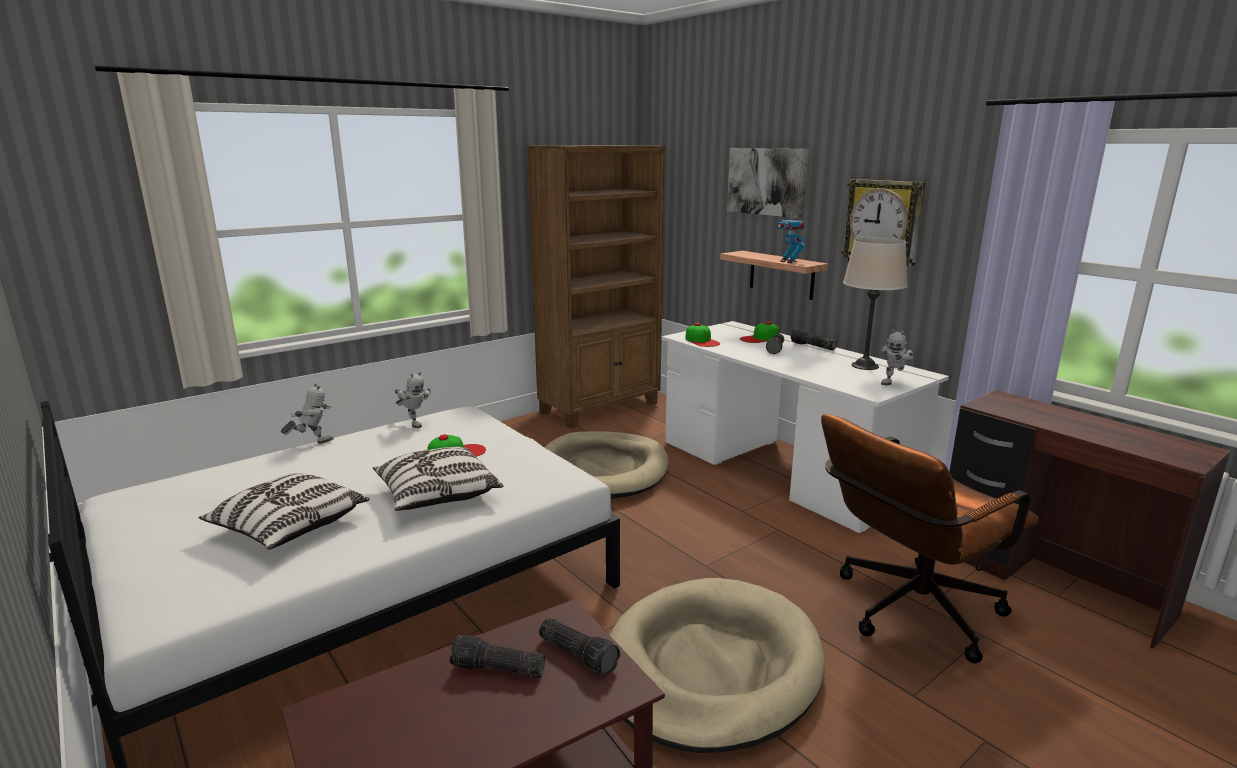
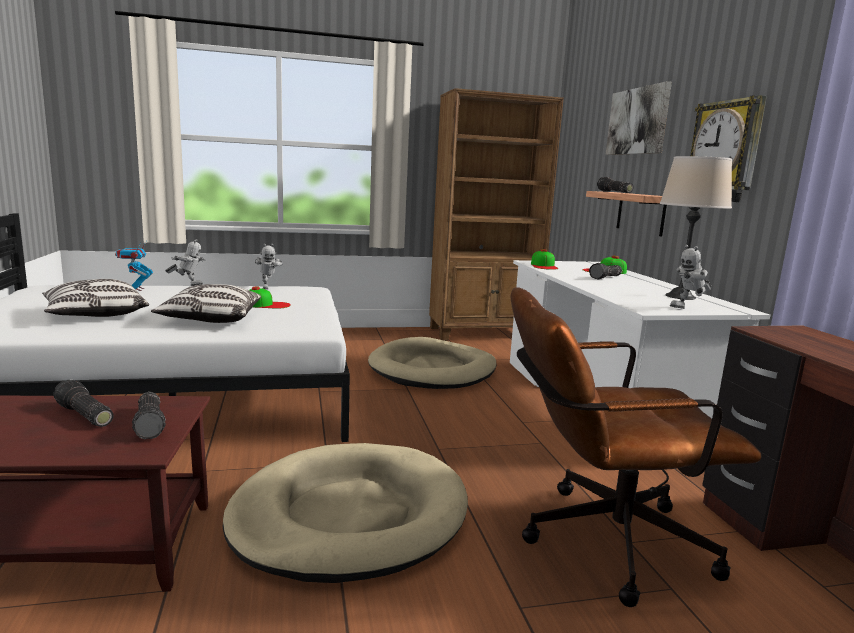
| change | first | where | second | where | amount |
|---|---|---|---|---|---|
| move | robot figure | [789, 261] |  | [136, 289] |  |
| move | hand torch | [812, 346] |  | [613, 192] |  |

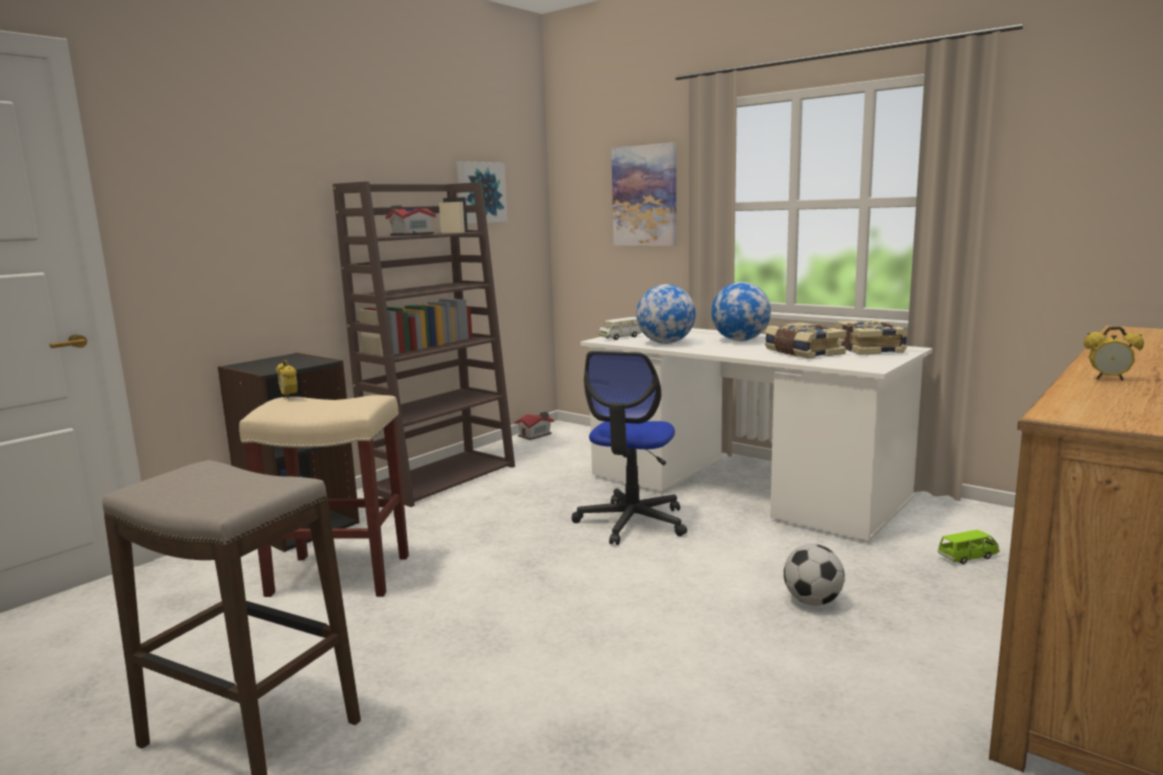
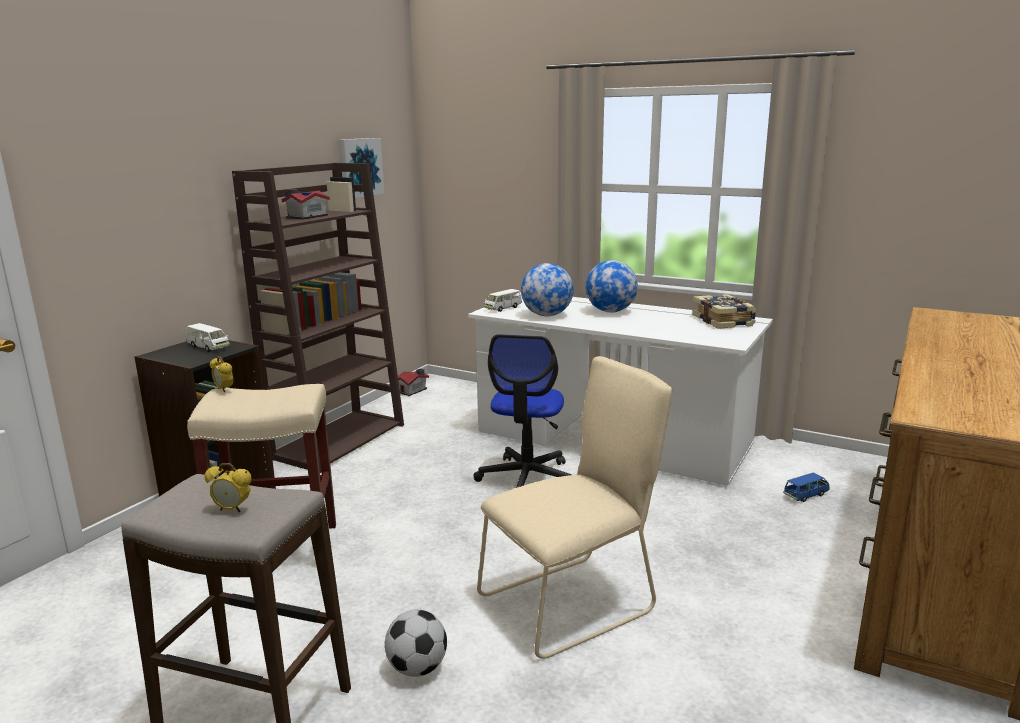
| change | first | where | second | where | amount |
|---|---|---|---|---|---|
| delete | wall art | [645, 196] |  |  |  |
| delete | book | [802, 353] |  |  |  |
| insert |  |  | miniature car in white-coloured | [208, 347] |  |
| insert |  |  | plain chair in beige | [573, 602] |  |
| move | ball for football | [812, 601] |  | [416, 668] |  |
| move | alarm clock | [1108, 379] |  | [232, 509] |  |
| recolor | miniature car in green | [967, 557] | miniature car in bluish | [806, 495] |  |

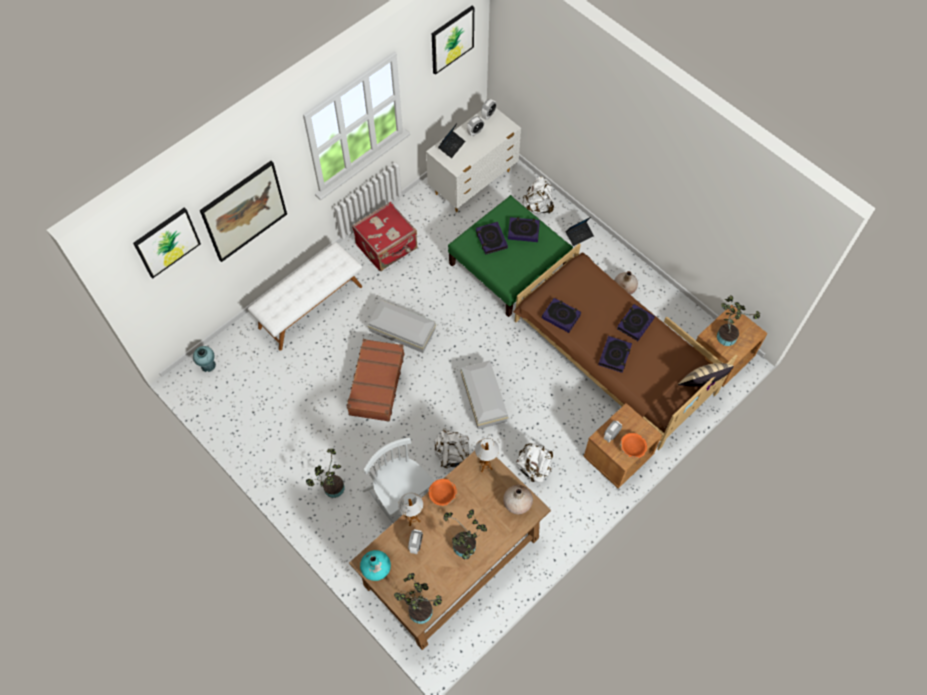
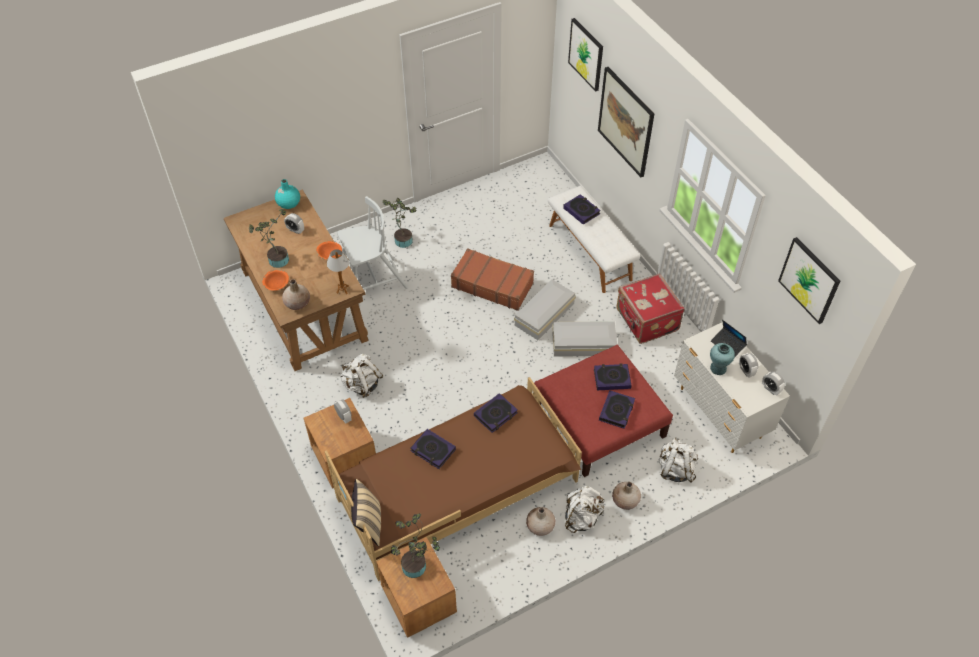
| change | first | where | second | where | amount |
|---|---|---|---|---|---|
| delete | houseplant | [419, 609] |  |  |  |
| delete | lamp for a table | [412, 519] |  |  |  |
| move | vase in turquoise | [208, 365] |  | [718, 368] |  |
| move | knapsack in white-coloured | [452, 454] |  | [582, 518] |  |
| move | storage bin in white-coloured | [484, 397] |  | [584, 344] |  |
| move | book | [635, 323] |  | [581, 211] |  |
| move | bowl in orange | [632, 448] |  | [276, 284] |  |
| replace | notebook computer | [579, 235] | vase in beige | [625, 501] |  |
| recolor | pouffe in green | [509, 266] | pouffe in red | [598, 420] |  |

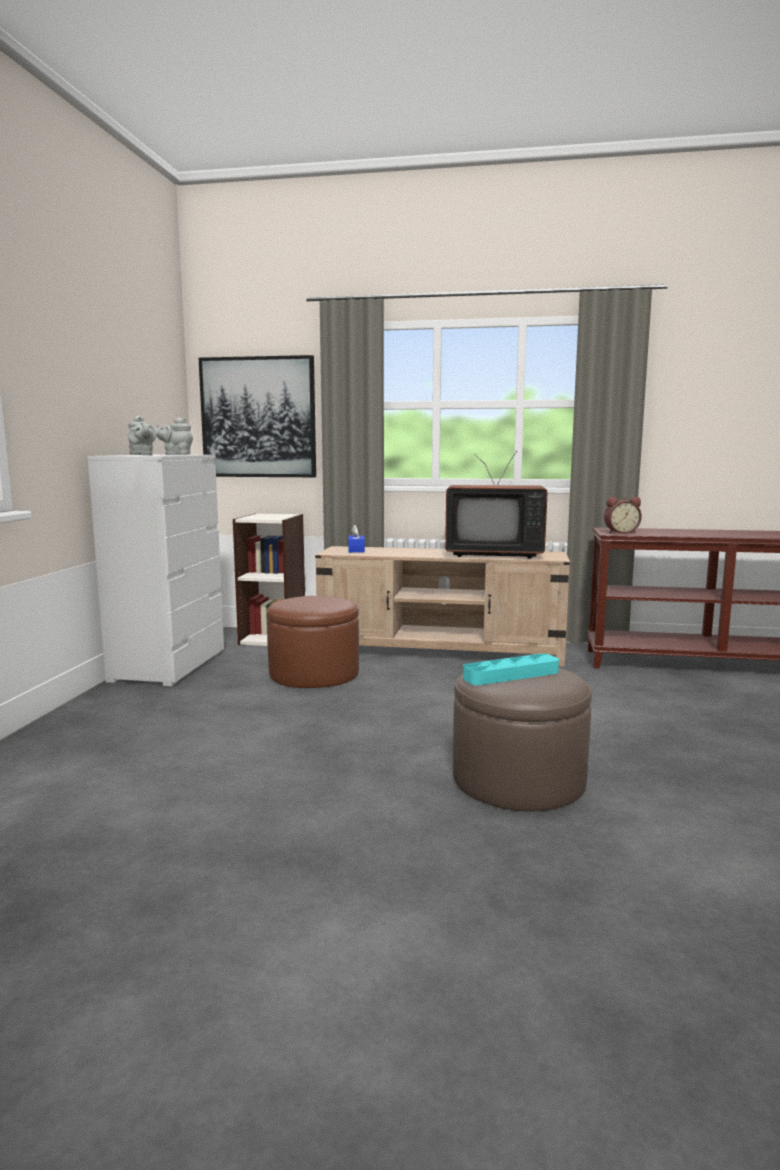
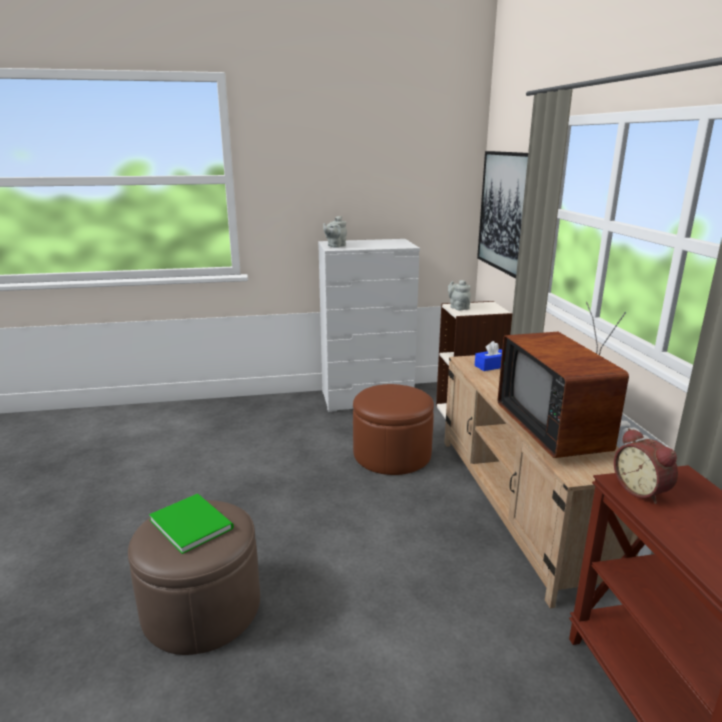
| change | first | where | second | where | amount |
|---|---|---|---|---|---|
| move | teapot in gray | [175, 454] |  | [458, 307] |  |
| replace | tray in turquoise | [511, 675] | book in green | [192, 522] |  |

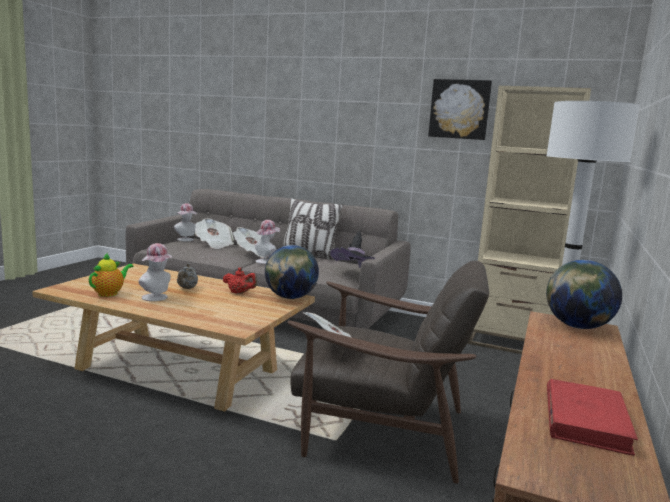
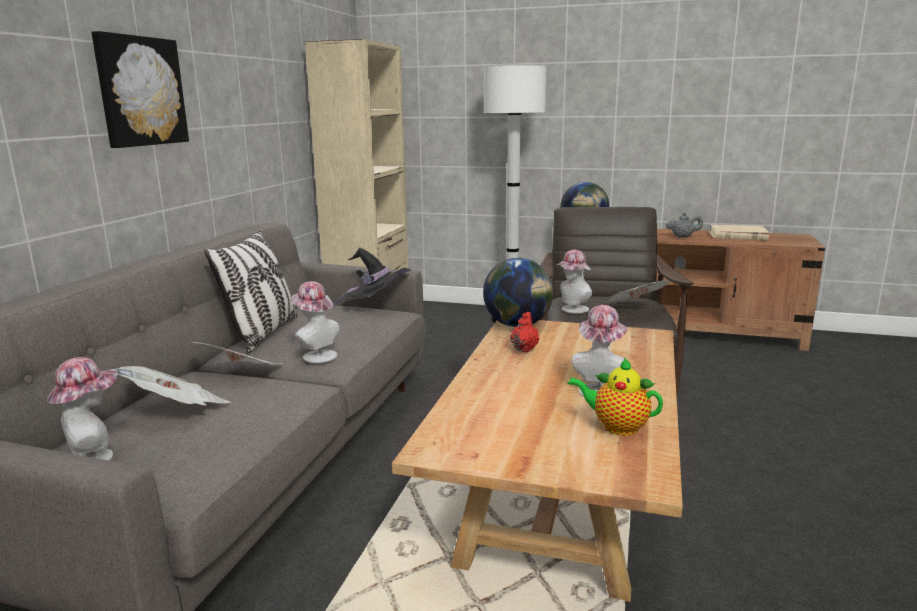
| change | first | where | second | where | amount |
|---|---|---|---|---|---|
| insert |  |  | wearable hat | [572, 310] |  |
| move | teapot in gray | [187, 288] |  | [683, 237] |  |
| move | wall art | [459, 109] |  | [139, 91] |  |
| recolor | book in red | [585, 420] | book in beige | [737, 236] |  |

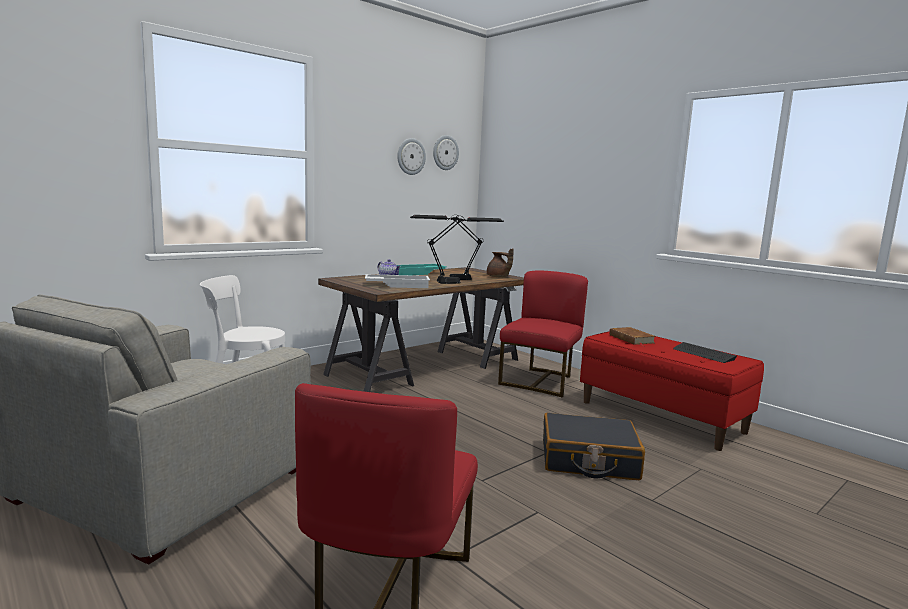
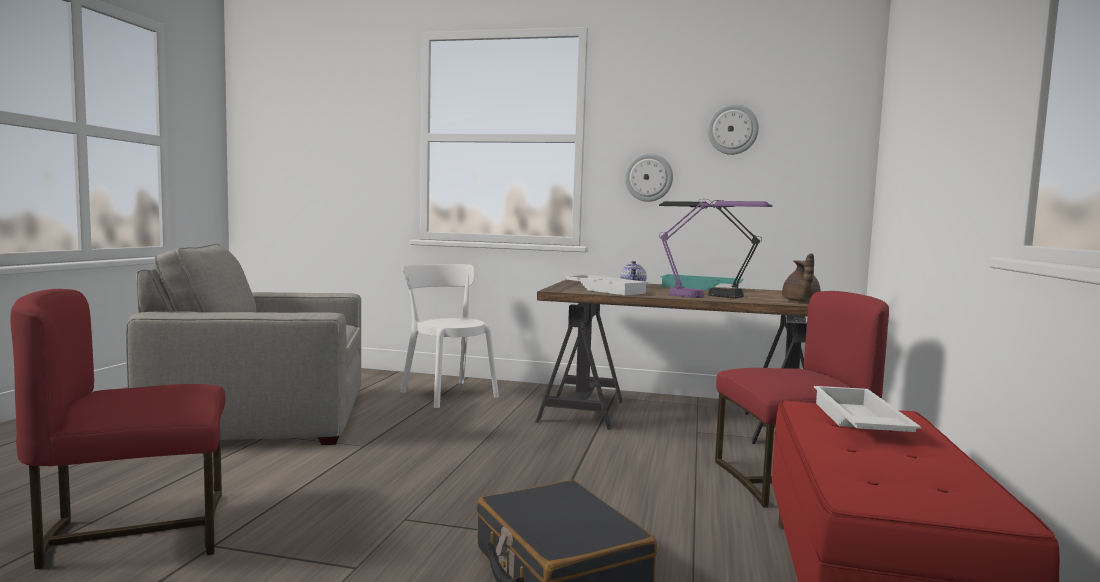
| change | first | where | second | where | amount |
|---|---|---|---|---|---|
| delete | keyboard | [703, 354] |  |  |  |
| move | wall clock | [445, 152] |  | [648, 177] |  |
| replace | book in brown-coloured | [631, 339] | tray in white-coloured | [857, 422] |  |
| recolor | lamp for a table in black-coloured | [463, 282] | lamp for a table in purple-coloured | [708, 298] |  |

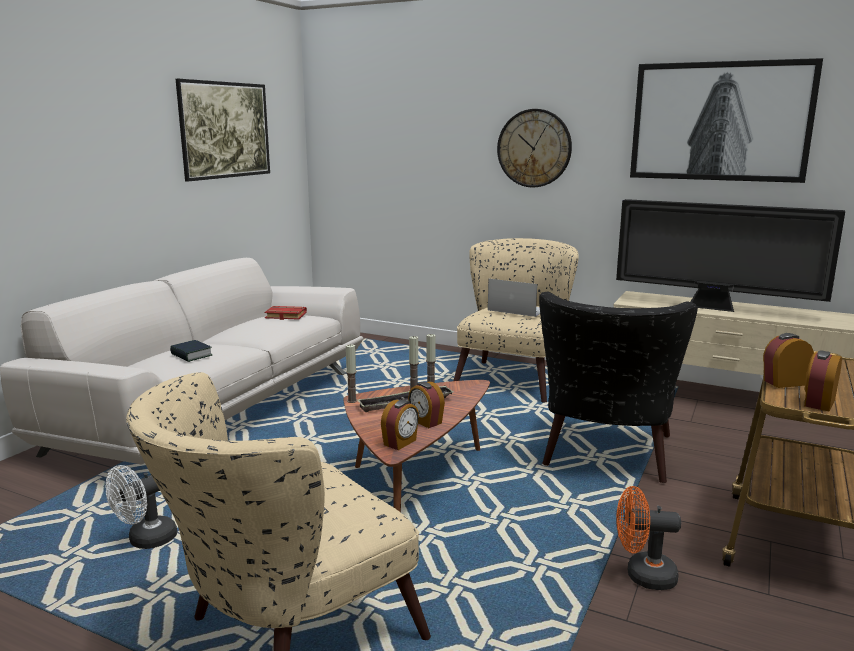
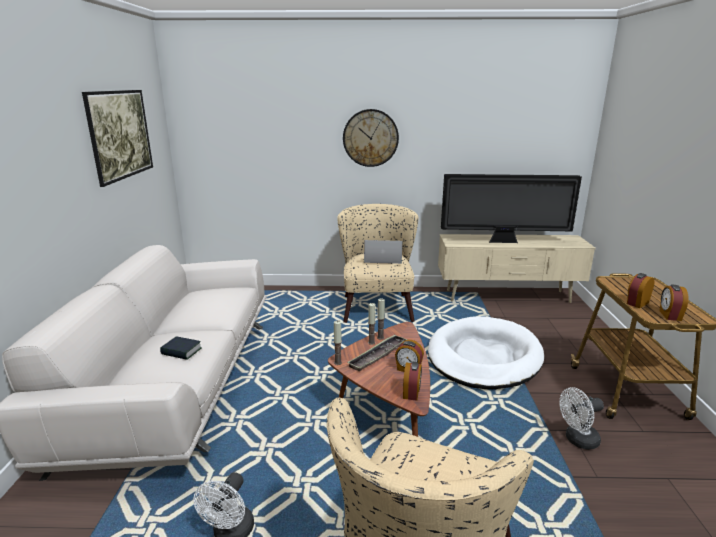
| change | first | where | second | where | amount |
|---|---|---|---|---|---|
| delete | book in red | [284, 316] |  |  |  |
| delete | wall art | [720, 121] |  |  |  |
| replace | easy chair in black-coloured | [604, 457] | dog bed in white-coloured | [483, 357] |  |
| recolor | fan in orange | [642, 575] | fan in white-coloured | [577, 440] |  |

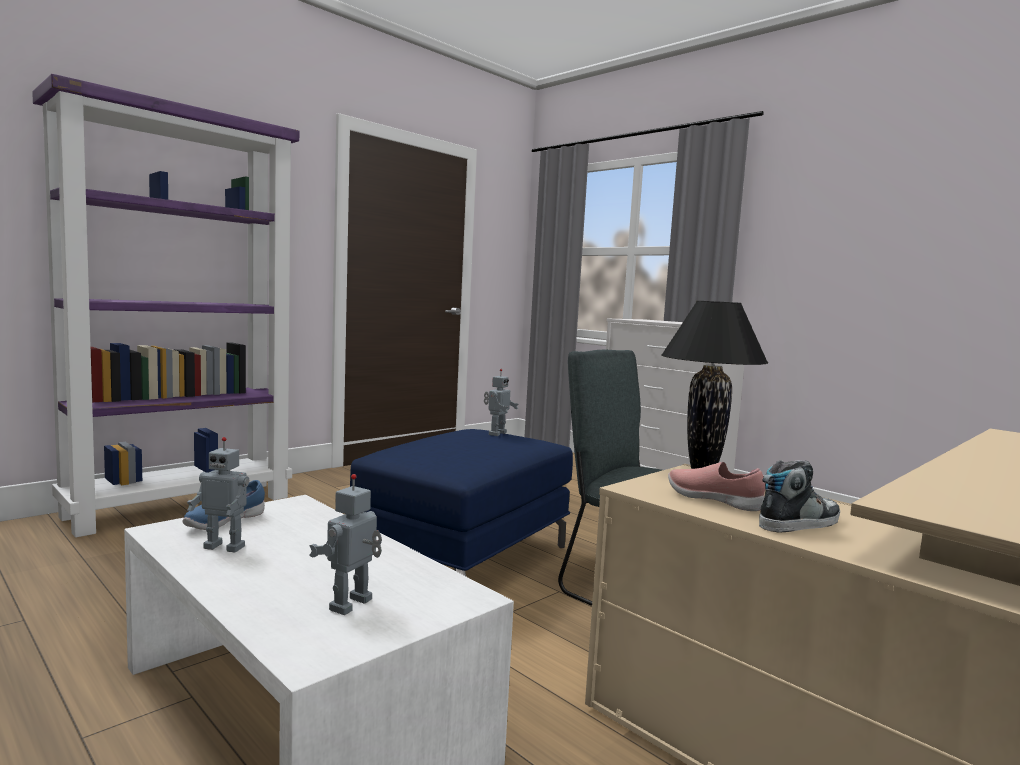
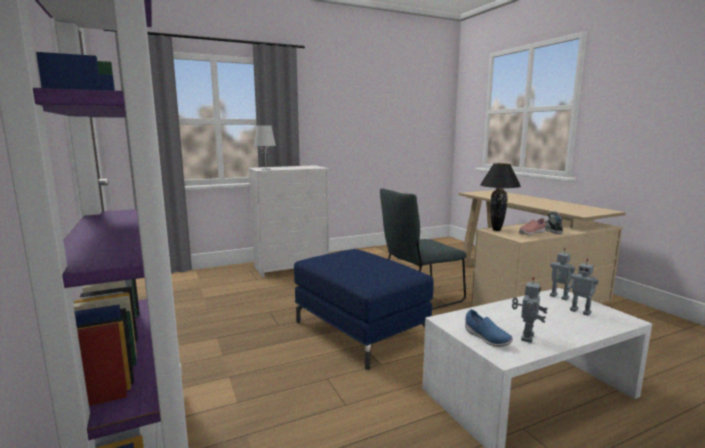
| change | first | where | second | where | amount |
|---|---|---|---|---|---|
| insert |  |  | lamp for a table in white-coloured | [265, 169] |  |
| move | robot figure | [496, 433] |  | [558, 297] |  |

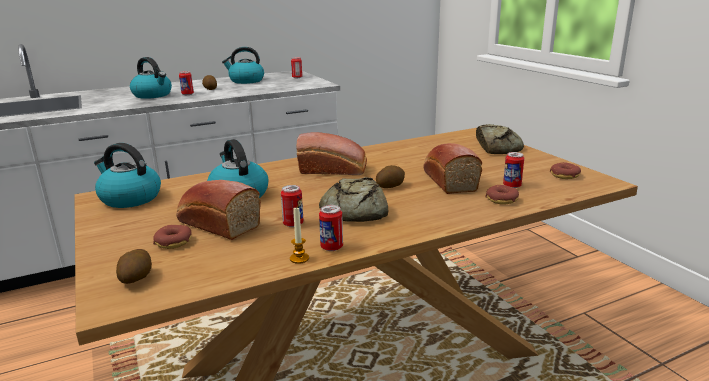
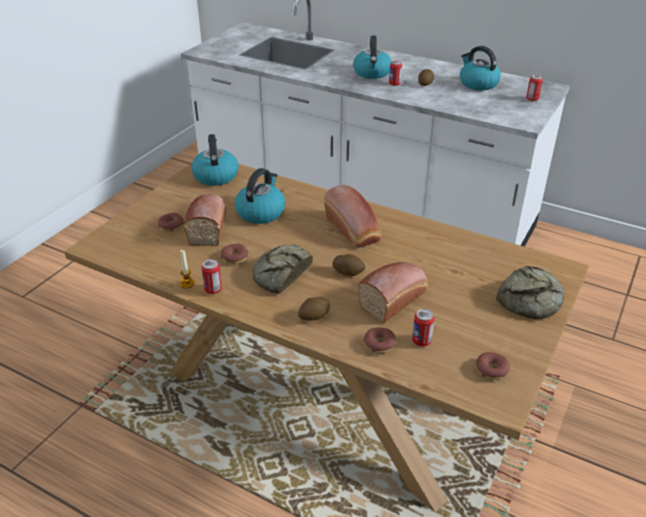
| change | first | where | second | where | amount |
|---|---|---|---|---|---|
| move | spud | [136, 279] |  | [314, 317] |  |
| replace | can | [293, 224] | donut | [234, 258] |  |

